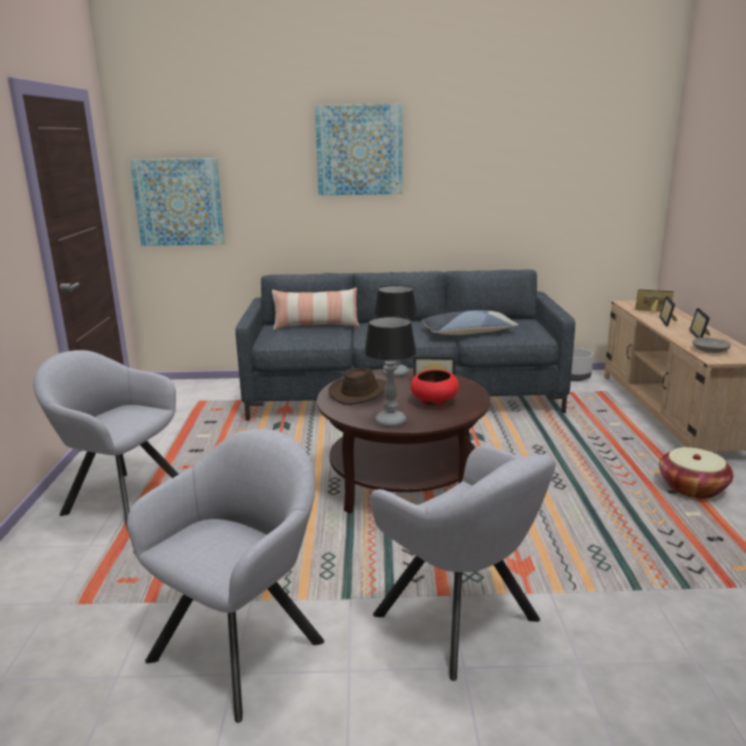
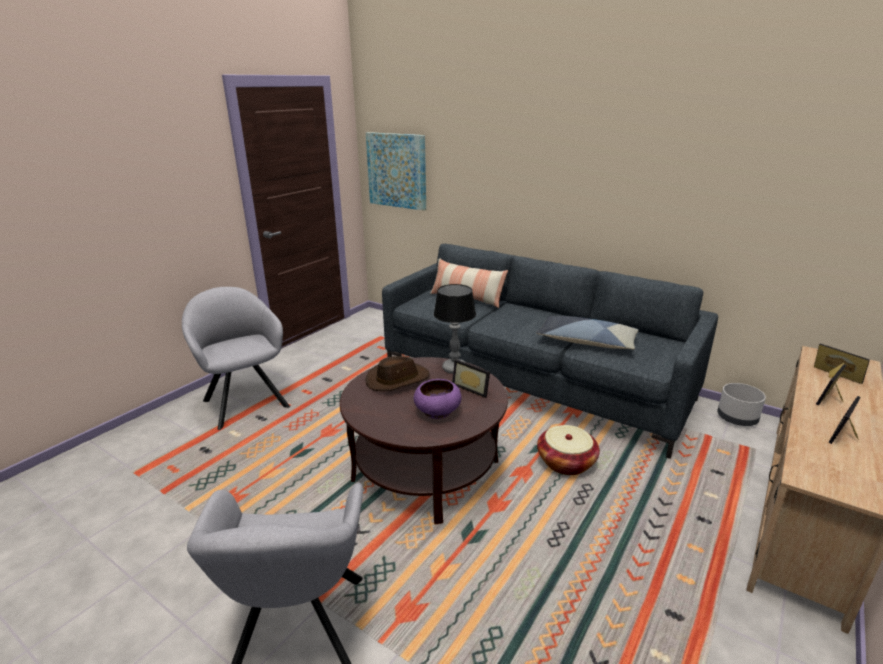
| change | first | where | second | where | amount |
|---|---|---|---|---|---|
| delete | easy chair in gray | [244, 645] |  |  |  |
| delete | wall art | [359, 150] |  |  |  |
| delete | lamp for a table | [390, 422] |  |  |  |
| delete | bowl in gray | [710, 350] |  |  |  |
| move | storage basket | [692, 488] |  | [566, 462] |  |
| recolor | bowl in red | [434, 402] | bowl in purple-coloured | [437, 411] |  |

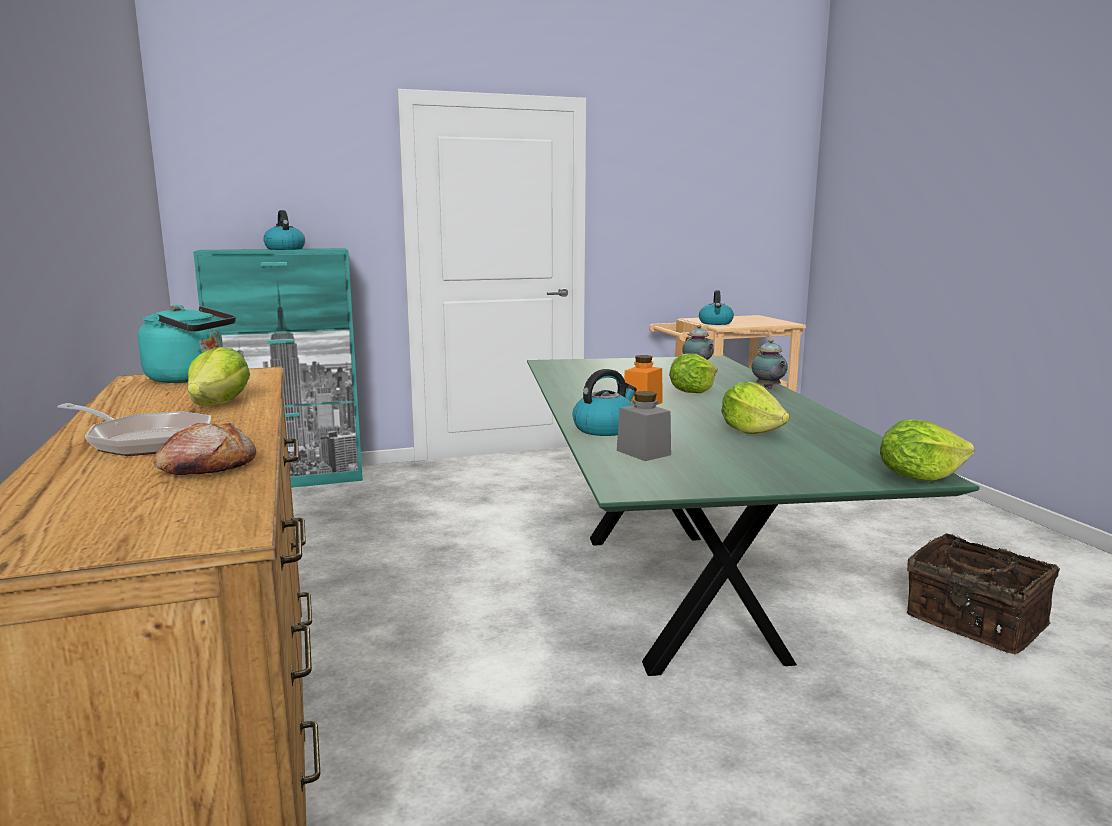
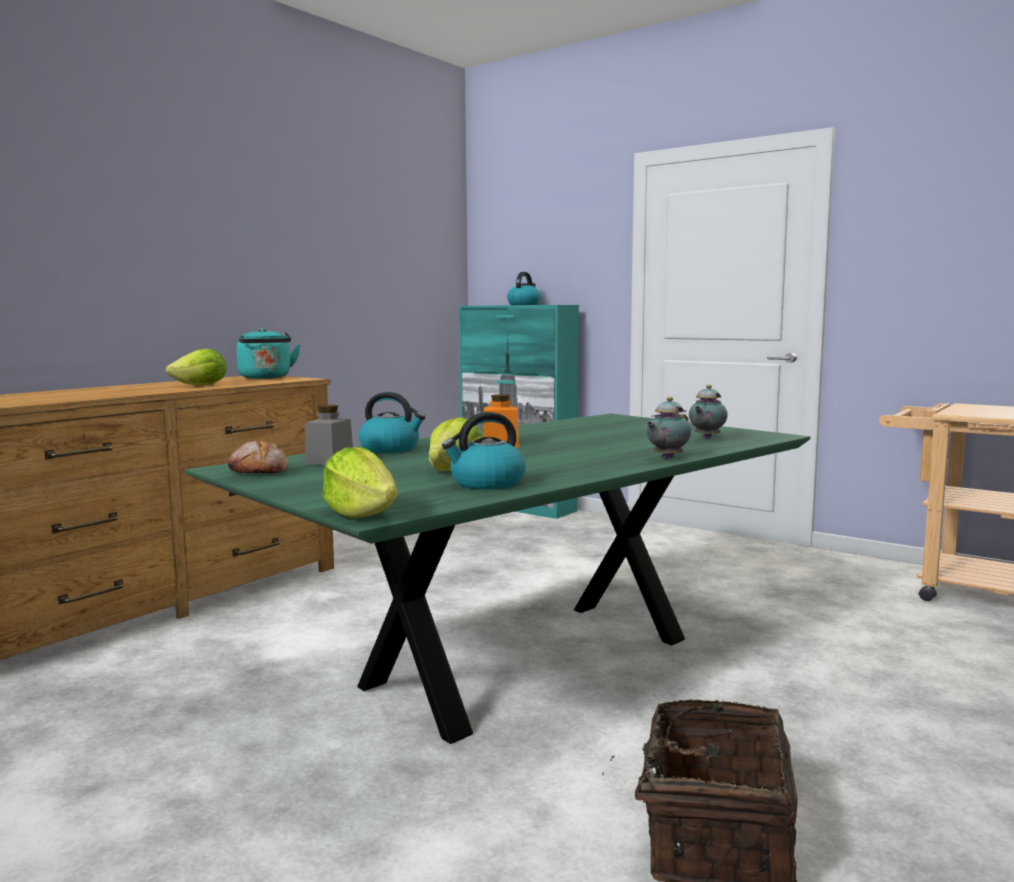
| change | first | where | second | where | amount |
|---|---|---|---|---|---|
| delete | frying pan | [144, 441] |  |  |  |
| delete | lettuce | [692, 392] |  |  |  |
| move | bakery bread | [206, 467] |  | [259, 471] |  |
| move | kettle | [716, 323] |  | [486, 483] |  |

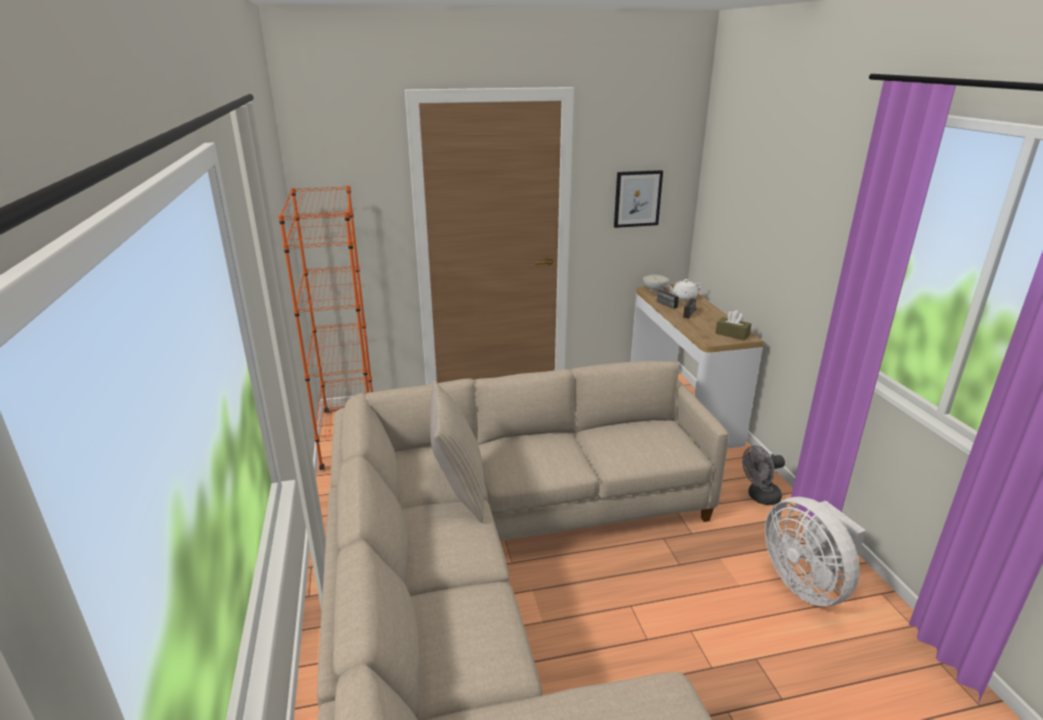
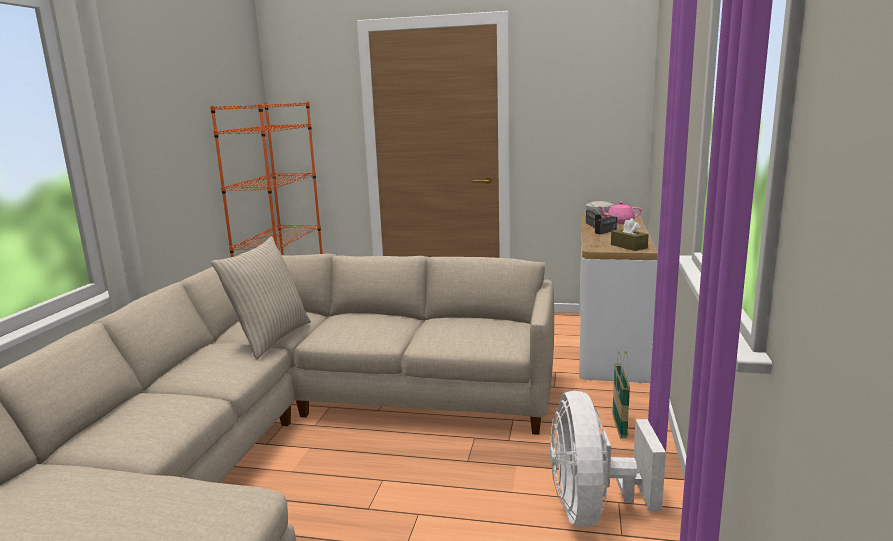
| change | first | where | second | where | amount |
|---|---|---|---|---|---|
| delete | wall art | [637, 198] |  |  |  |
| replace | fan in gray | [759, 497] | storage basket | [619, 427] |  |
| recolor | teapot in white-coloured | [683, 298] | teapot in pinkish | [619, 222] |  |

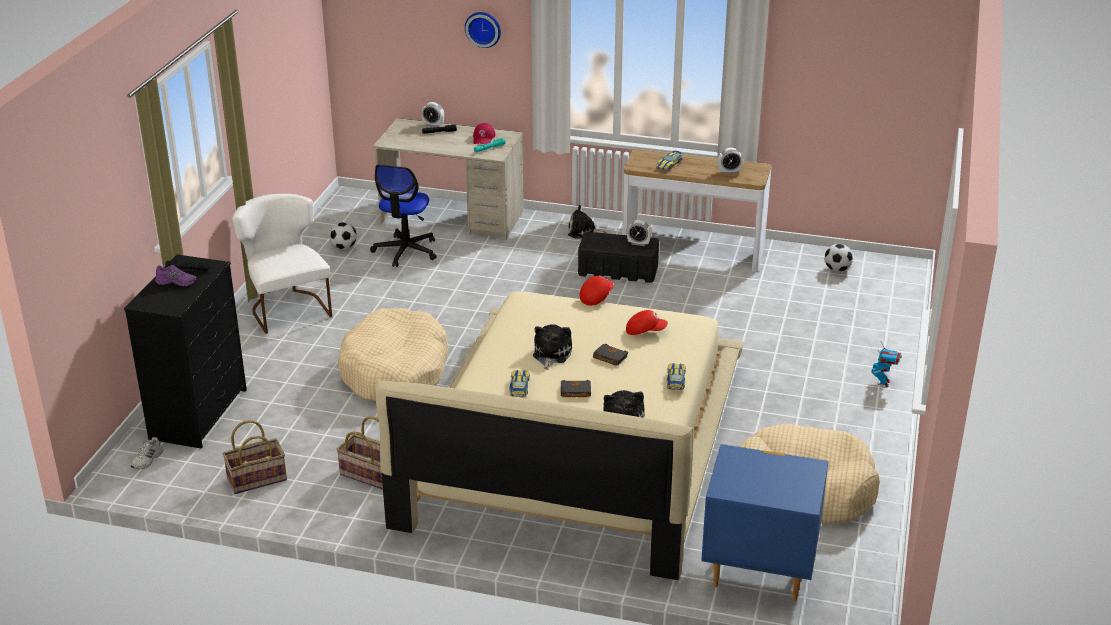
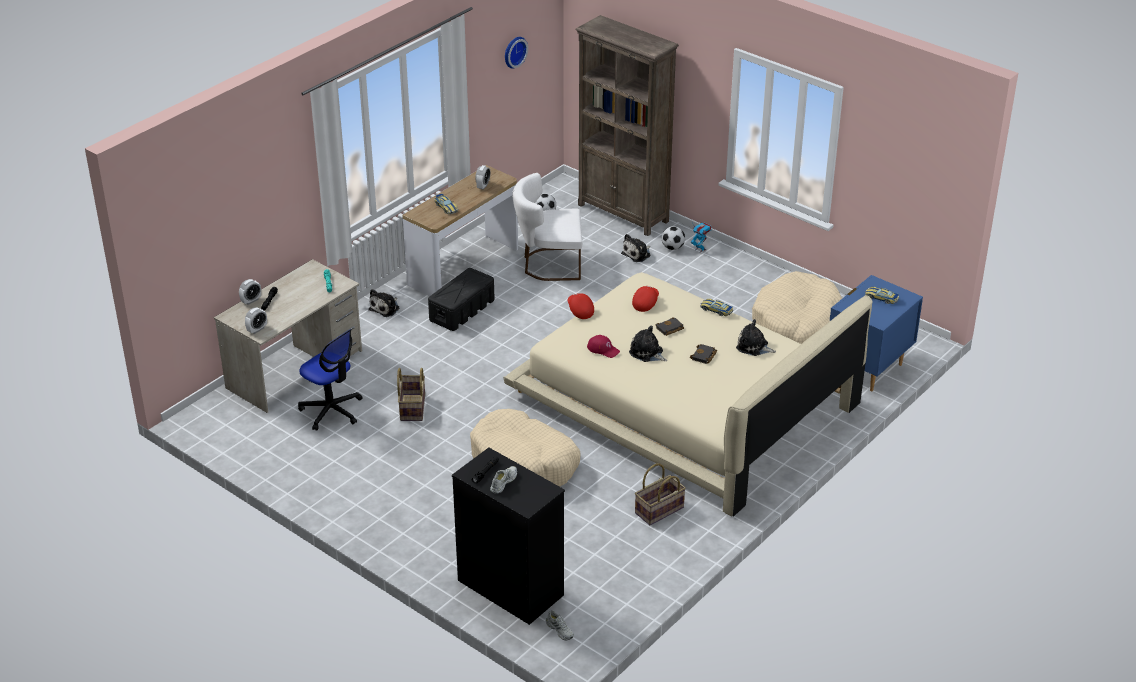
| change | first | where | second | where | amount |
|---|---|---|---|---|---|
| insert |  |  | shelving unit in brown-coloured | [623, 213] |  |
| insert |  |  | plush toy | [637, 254] |  |
| move | storage basket | [257, 478] |  | [412, 407] |  |
| move | plain chair in white-coloured | [287, 308] |  | [549, 264] |  |
| move | ball for football | [344, 247] |  | [673, 248] |  |
| move | wall clock | [483, 28] |  | [513, 51] |  |
| move | baseball cap in red | [483, 138] |  | [603, 349] |  |
| move | miniature car | [519, 387] |  | [881, 298] |  |
| move | alarm clock | [638, 243] |  | [257, 329] |  |
| recolor | shoe in purple-coloured | [176, 281] | shoe in white-coloured | [503, 482] |  |

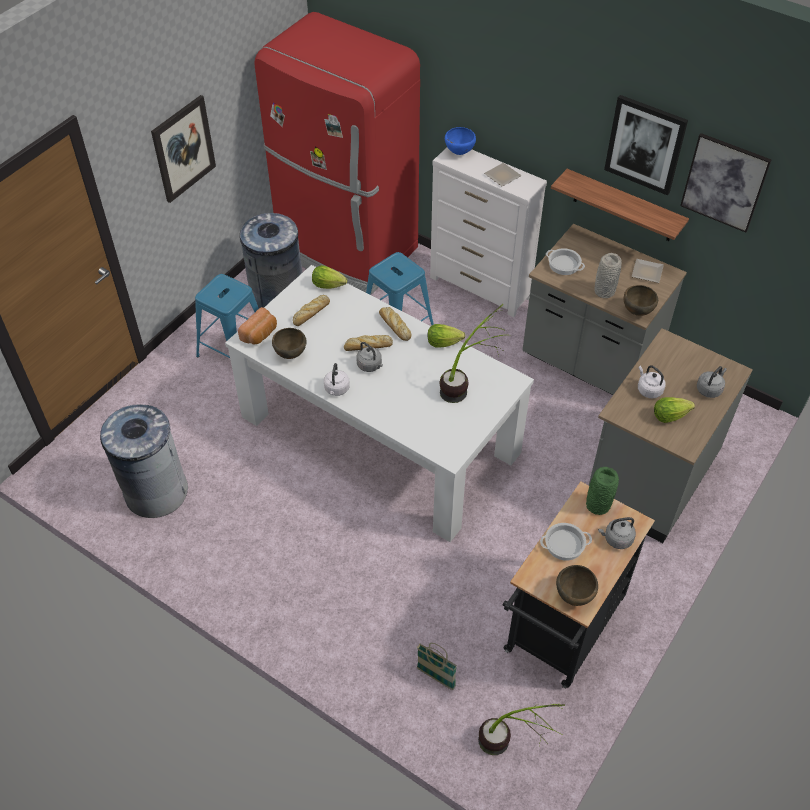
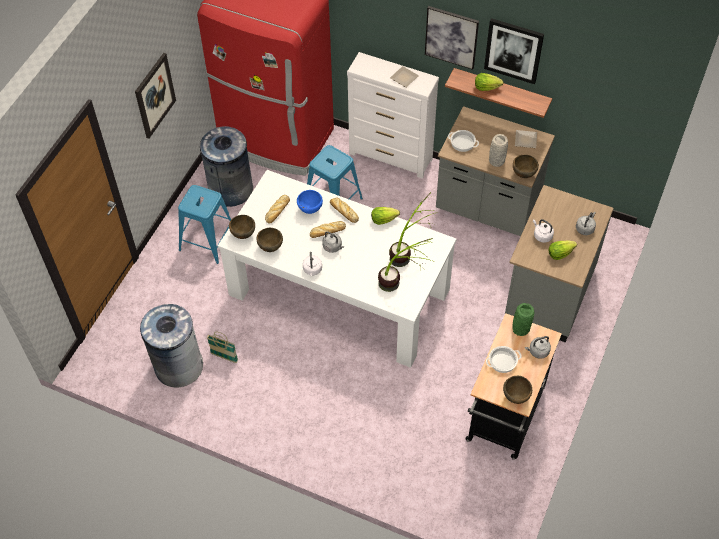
| change | first | where | second | where | amount |
|---|---|---|---|---|---|
| move | lettuce | [328, 285] |  | [486, 87] |  |
| move | storage basket | [436, 677] |  | [224, 357] |  |
| move | bowl in bluish | [459, 153] |  | [310, 209] |  |
| move | houseplant | [512, 743] |  | [401, 282] |  |
| move | wall art | [724, 182] |  | [451, 37] |  |
| replace | bakery bread | [260, 334] | bowl in brown-coloured | [243, 234] |  |

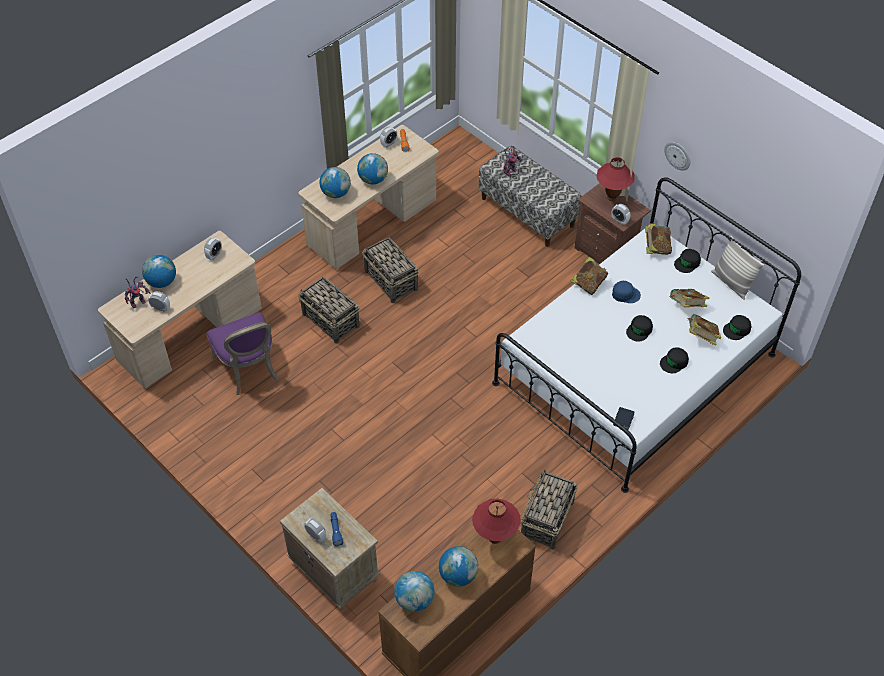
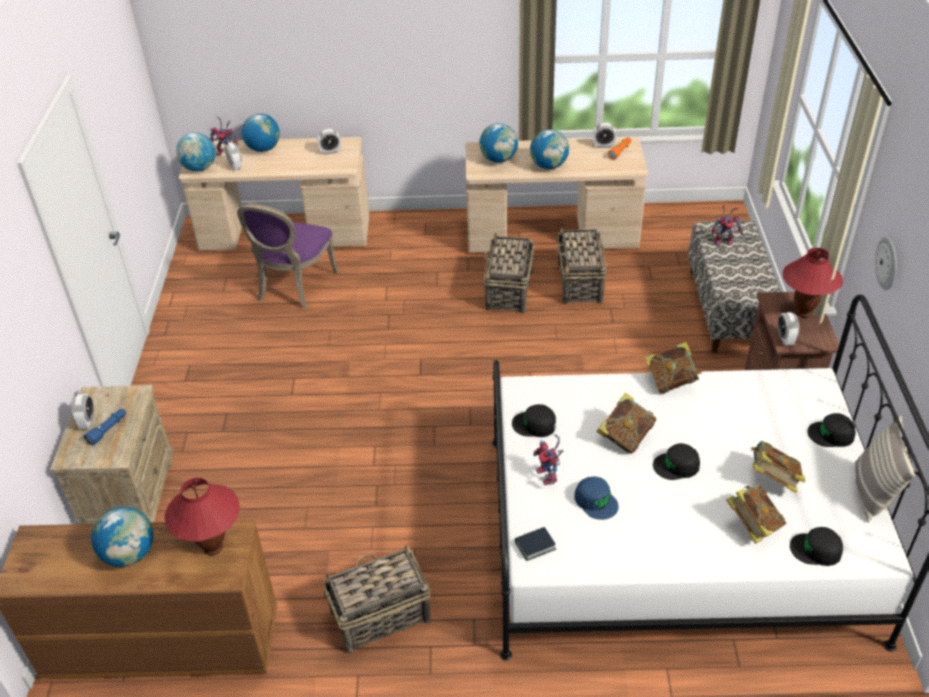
| change | first | where | second | where | amount |
|---|---|---|---|---|---|
| insert |  |  | robot figure | [549, 477] |  |
| move | storage basket | [331, 321] |  | [579, 283] |  |
| move | globe | [414, 600] |  | [199, 168] |  |
| move | baseball cap in bluish | [625, 294] |  | [596, 501] |  |
| move | book | [656, 247] |  | [625, 437] |  |
| move | baseball cap in black-coloured | [674, 362] |  | [534, 425] |  |

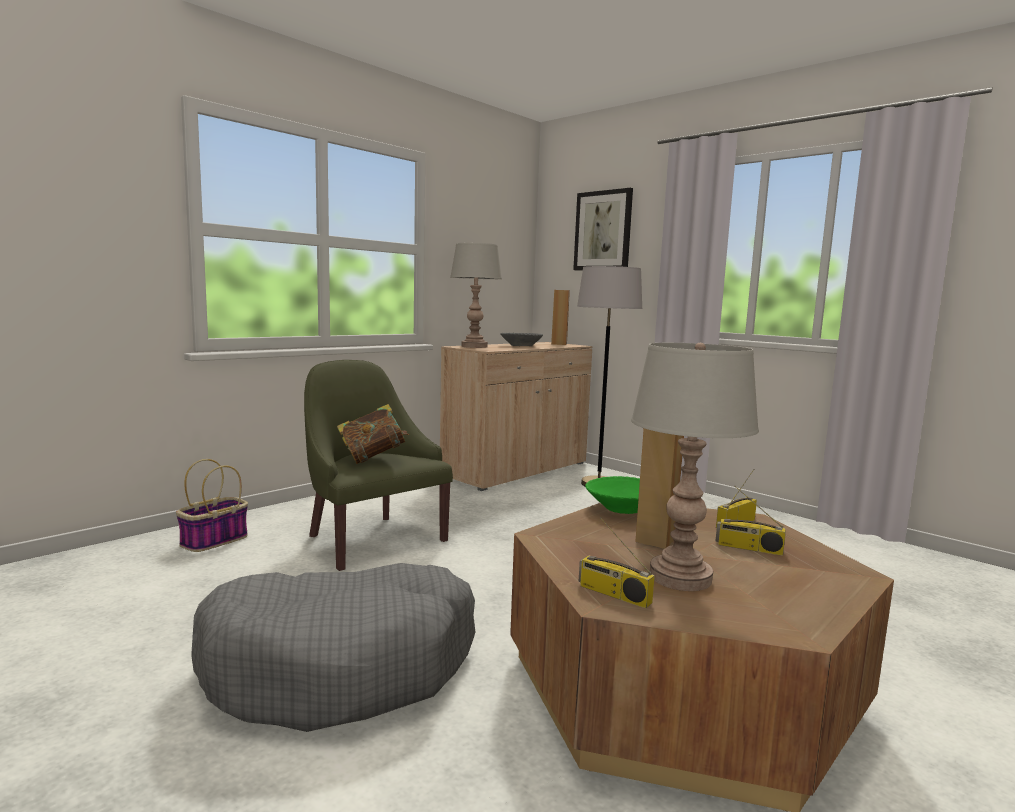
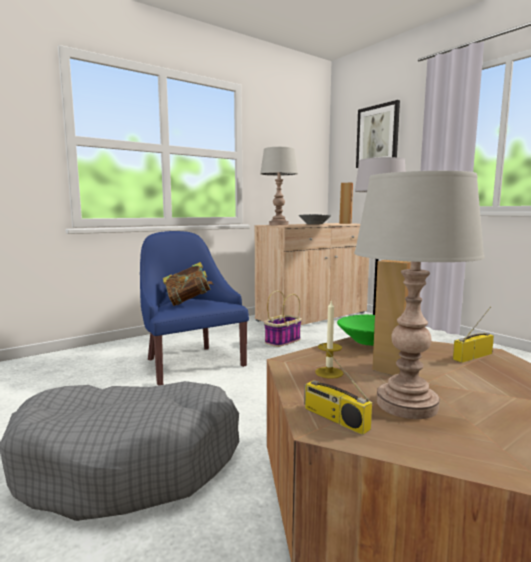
| change | first | where | second | where | amount |
|---|---|---|---|---|---|
| delete | radio receiver | [748, 548] |  |  |  |
| insert |  |  | candle | [329, 372] |  |
| move | storage basket | [214, 541] |  | [282, 341] |  |
| recolor | easy chair in green | [371, 539] | easy chair in bluish | [190, 363] |  |

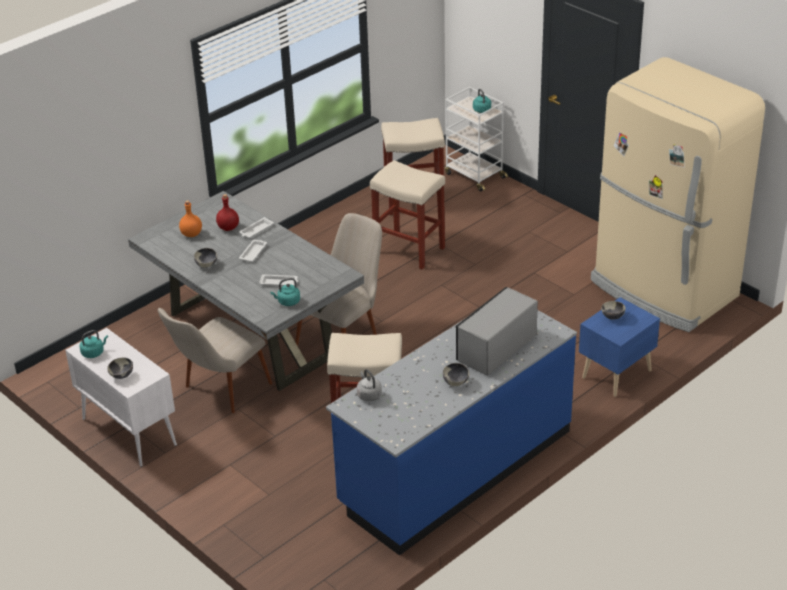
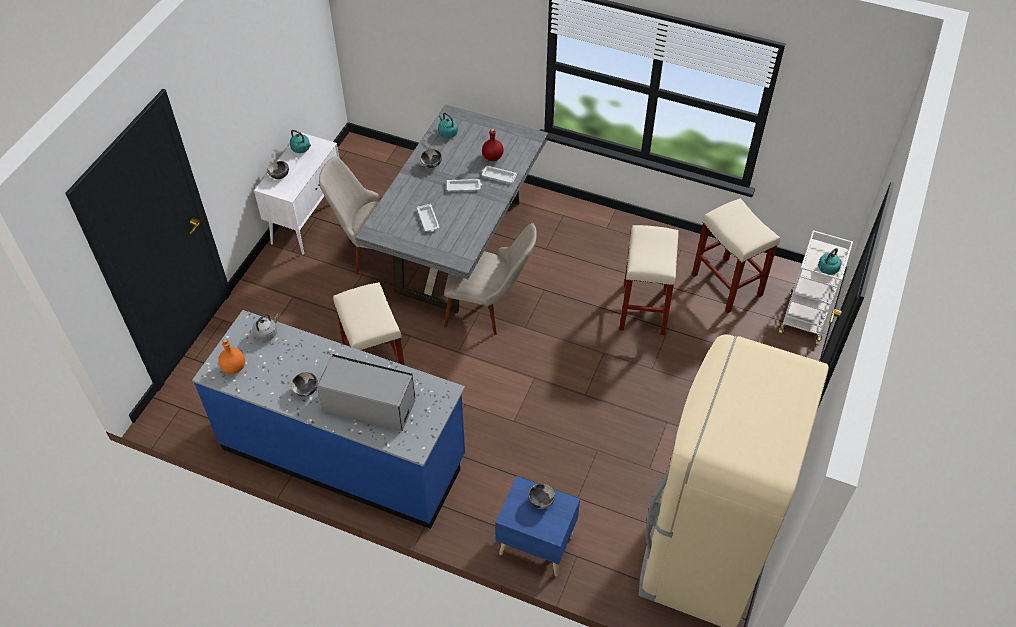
| change | first | where | second | where | amount |
|---|---|---|---|---|---|
| move | drink bottle in orange | [191, 234] |  | [234, 367] |  |
| move | kettle in turquoise | [287, 302] |  | [447, 132] |  |

